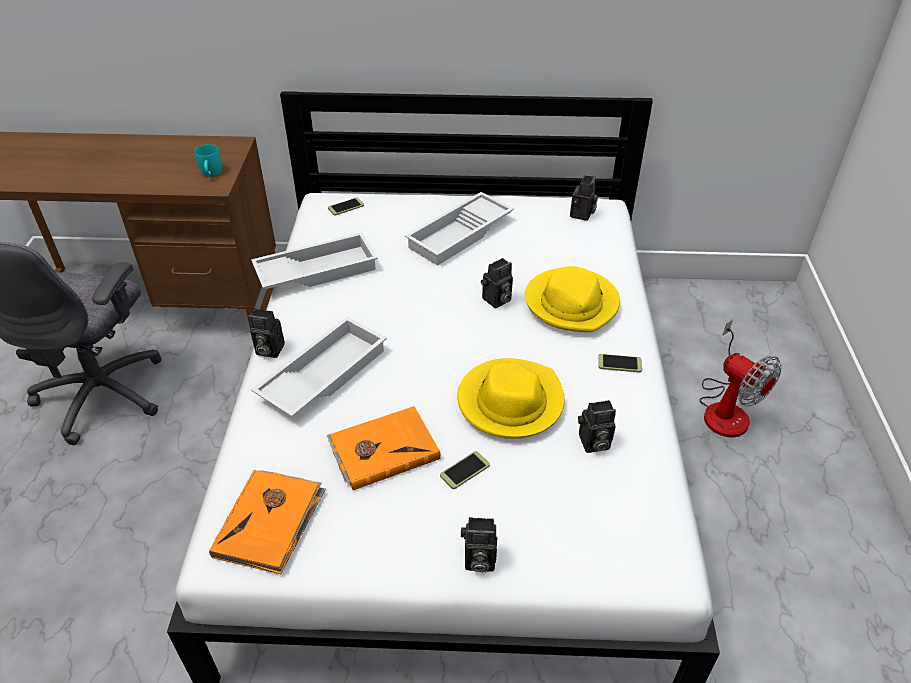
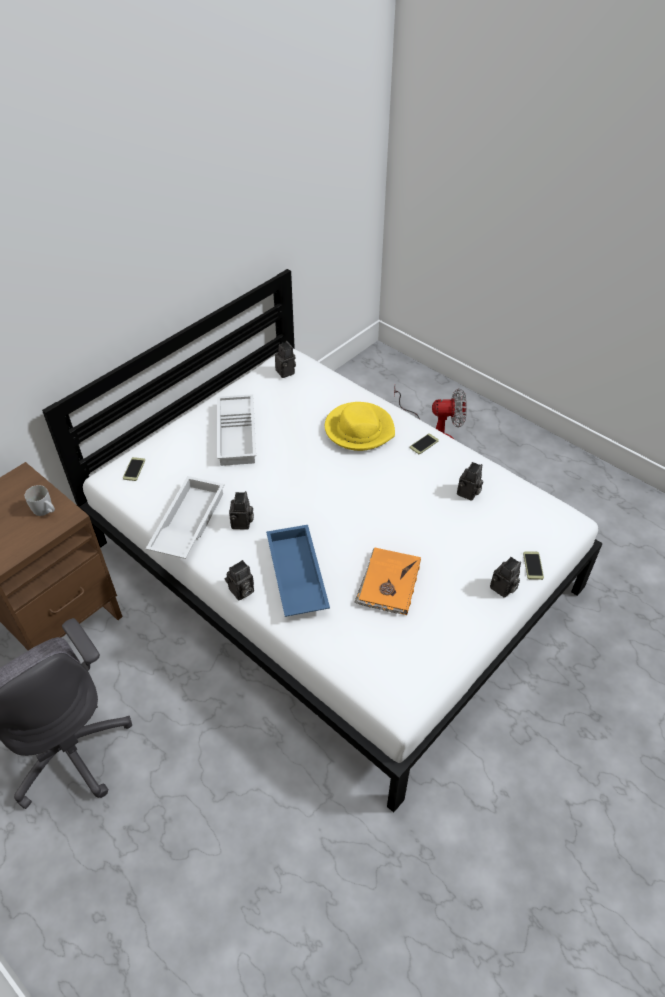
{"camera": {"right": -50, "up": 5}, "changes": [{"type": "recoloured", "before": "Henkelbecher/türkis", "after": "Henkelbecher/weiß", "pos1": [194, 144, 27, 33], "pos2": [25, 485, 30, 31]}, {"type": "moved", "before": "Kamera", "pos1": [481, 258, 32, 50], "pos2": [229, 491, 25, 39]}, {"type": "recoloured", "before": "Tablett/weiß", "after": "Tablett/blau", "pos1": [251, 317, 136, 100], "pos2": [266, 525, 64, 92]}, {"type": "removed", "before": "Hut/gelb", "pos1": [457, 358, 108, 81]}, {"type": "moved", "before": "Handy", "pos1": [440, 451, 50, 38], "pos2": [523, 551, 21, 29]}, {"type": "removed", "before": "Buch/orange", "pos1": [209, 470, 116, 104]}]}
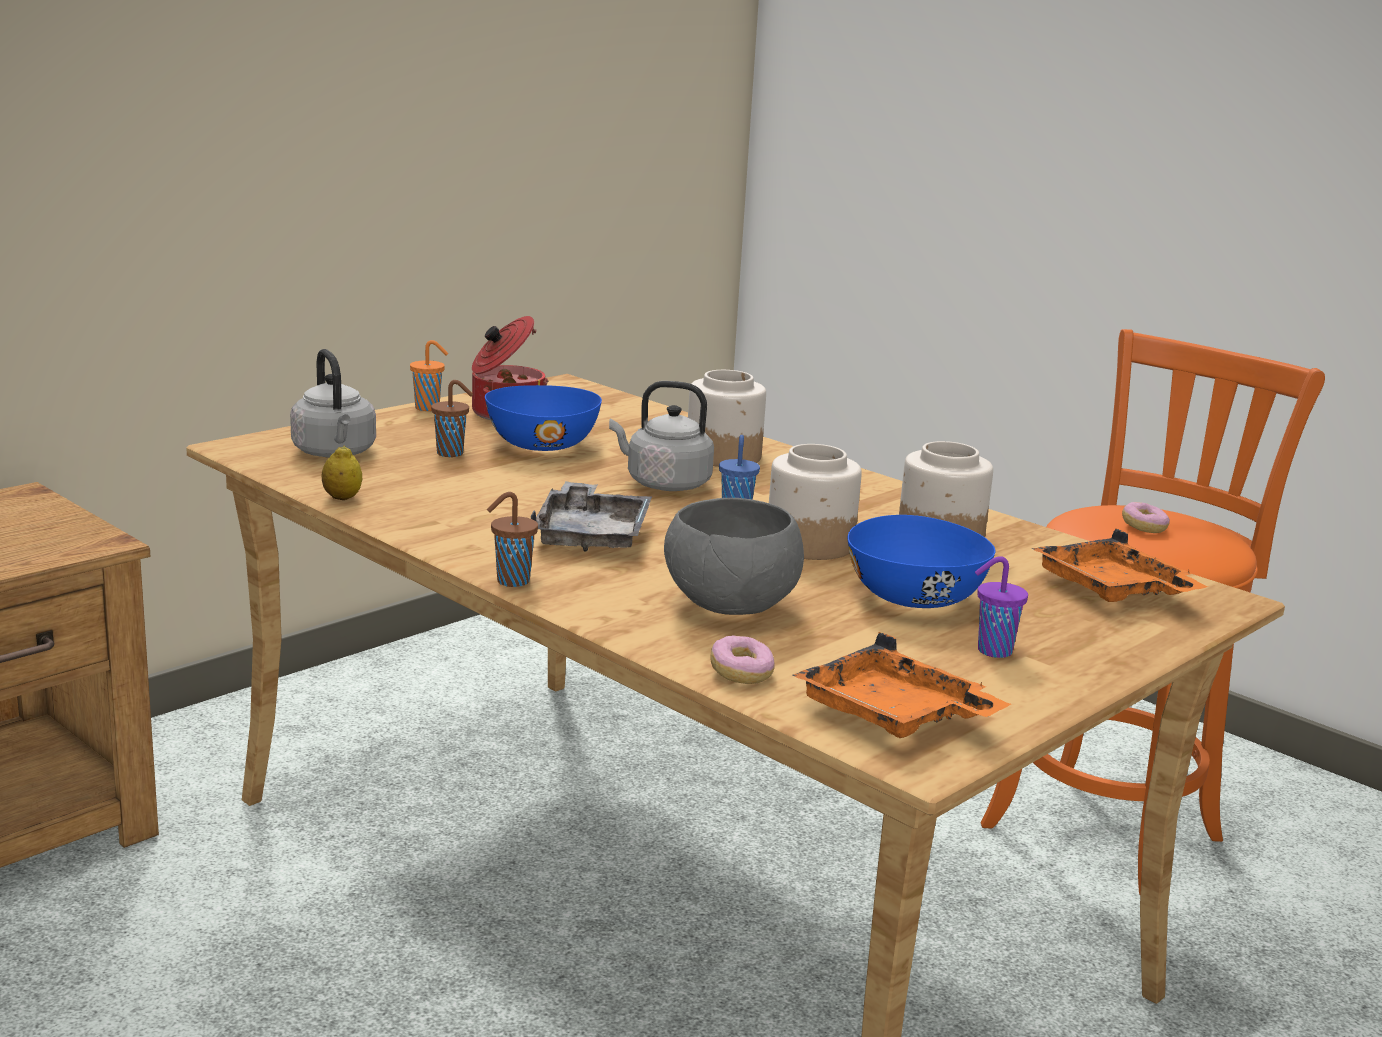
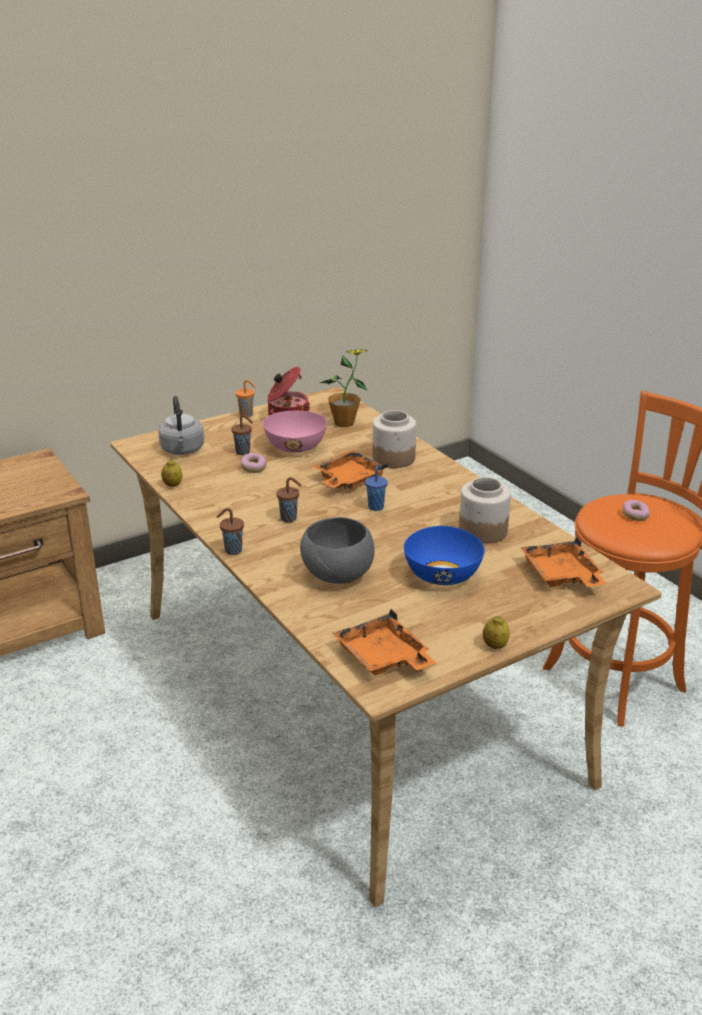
{"camera": {"right": 15, "up": 10}, "changes": [{"type": "replaced", "before": "Wasserkessel/grau", "after": "Tablett/orange", "pos1": [609, 381, 105, 110], "pos2": [313, 450, 75, 39]}, {"type": "recoloured", "before": "Schüssel/blau", "after": "Schüssel/rosa", "pos1": [485, 385, 117, 66], "pos2": [263, 411, 64, 42]}, {"type": "removed", "before": "Vorratsglas", "pos1": [769, 444, 93, 116]}, {"type": "replaced", "before": "Tablett/grau", "after": "Tasse/braun", "pos1": [531, 481, 121, 71], "pos2": [276, 477, 25, 45]}, {"type": "removed", "before": "Tasse/lila", "pos1": [975, 556, 53, 102]}, {"type": "moved", "before": "Donut", "pos1": [710, 636, 64, 48], "pos2": [241, 453, 25, 20]}, {"type": "added", "after": "Topfpflanze", "pos2": [320, 349, 49, 78]}, {"type": "added", "after": "Zitrone", "pos2": [483, 616, 27, 33]}]}
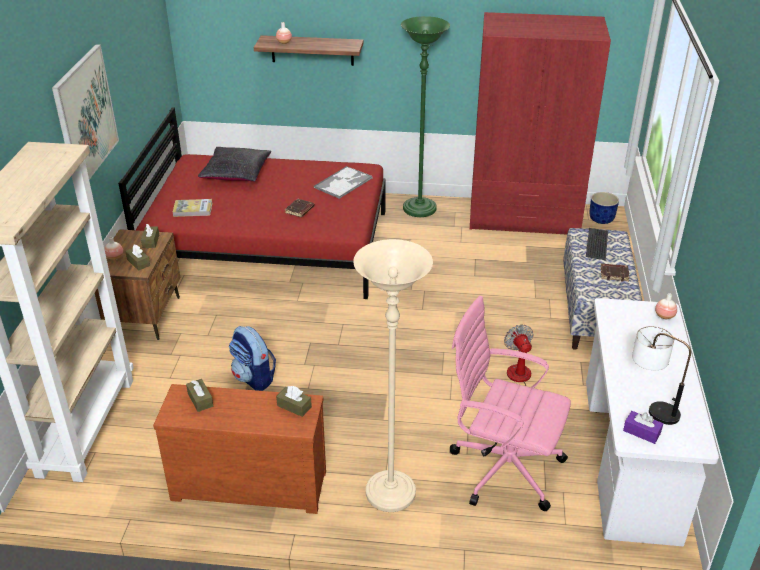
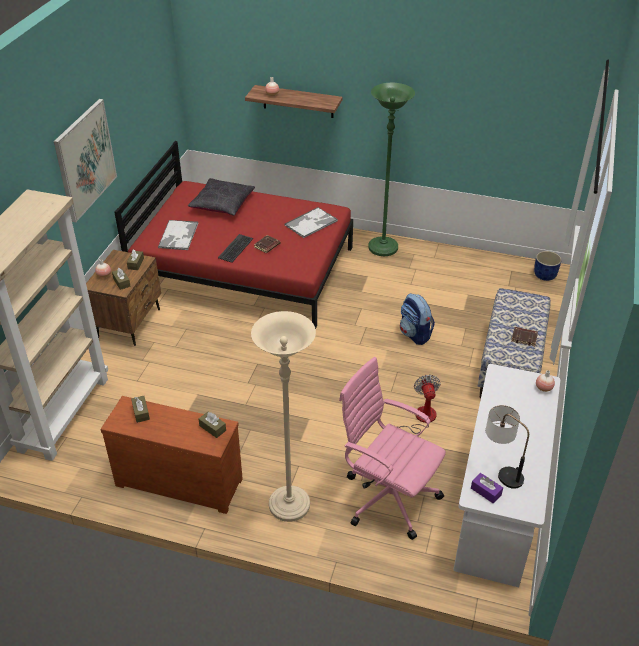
{"camera": {"right": 10, "up": 5}, "changes": [{"type": "removed", "before": "Kleiderschrank/rot", "pos1": [470, 12, 141, 223]}, {"type": "replaced", "before": "Buch", "after": "Tablett", "pos1": [173, 199, 39, 18], "pos2": [158, 220, 40, 30]}, {"type": "moved", "before": "Tastatur", "pos1": [586, 228, 22, 32], "pos2": [218, 234, 35, 29]}, {"type": "moved", "before": "Rucksack", "pos1": [229, 326, 47, 65], "pos2": [400, 293, 35, 52]}]}
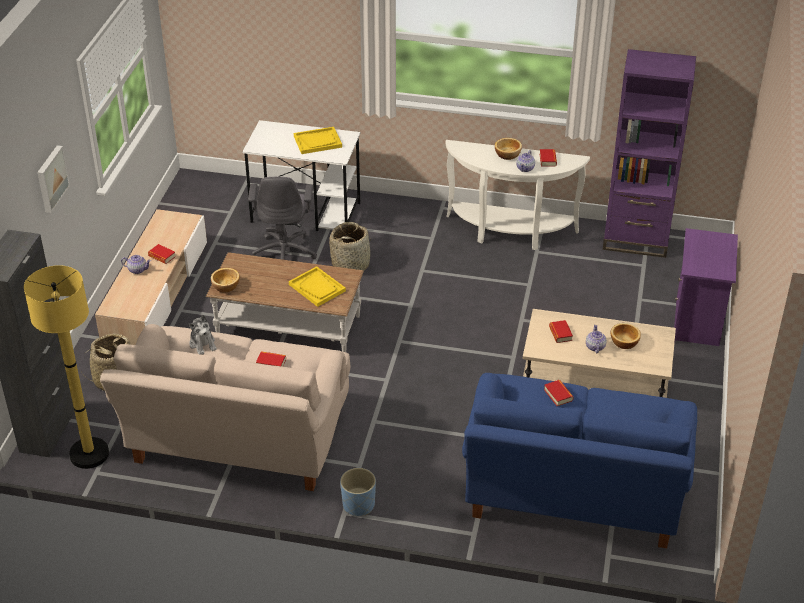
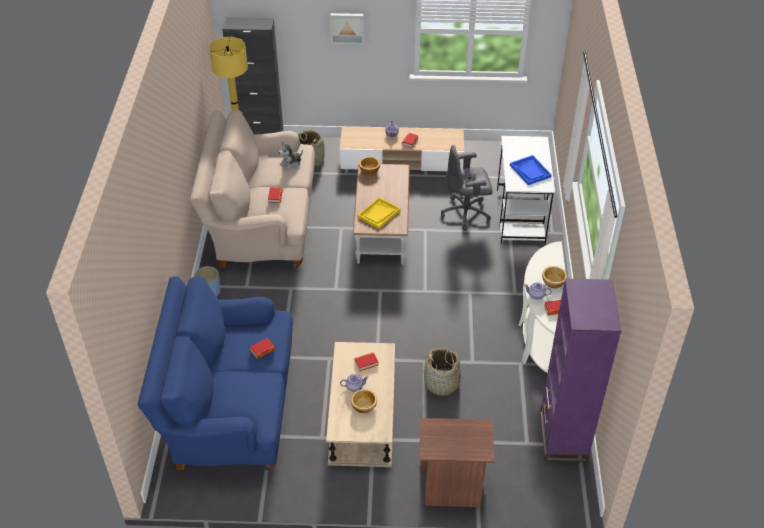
{"camera": {"right": 80, "up": 5}, "changes": [{"type": "recoloured", "before": "Tablett/gelb", "after": "Tablett/blau", "pos1": [294, 127, 48, 27], "pos2": [510, 155, 42, 30]}, {"type": "moved", "before": "Korb", "pos1": [329, 222, 42, 49], "pos2": [422, 348, 44, 48]}, {"type": "recoloured", "before": "Nachttisch/lila", "after": "Nachttisch/braun", "pos1": [674, 228, 64, 118], "pos2": [420, 418, 75, 89]}]}
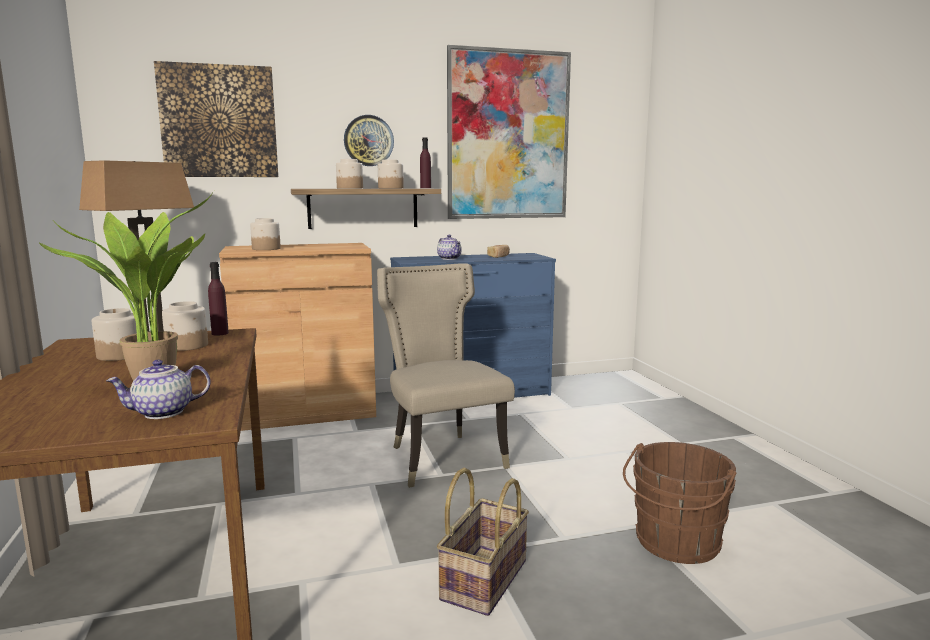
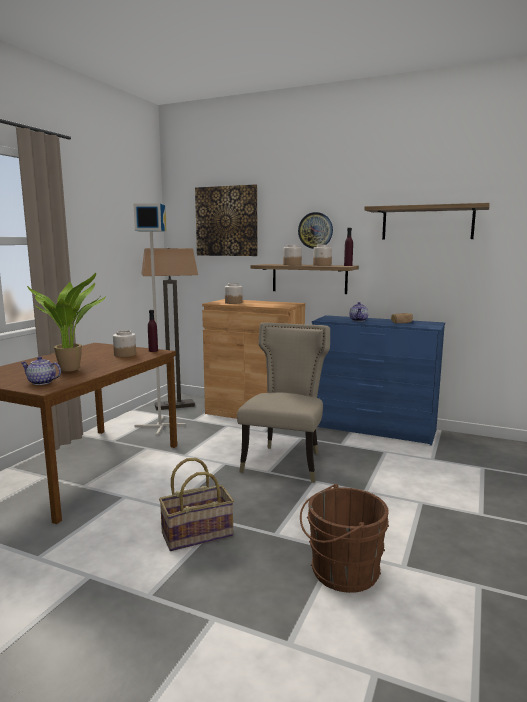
{"camera": {"right": 40, "up": 0}, "changes": [{"type": "replaced", "before": "Bild", "after": "Wandregal", "pos1": [447, 45, 124, 174], "pos2": [364, 203, 126, 36]}, {"type": "removed", "before": "Vorratsglas", "pos1": [92, 308, 45, 53]}, {"type": "added", "after": "Stehlampe/grau", "pos2": [133, 203, 53, 233]}]}
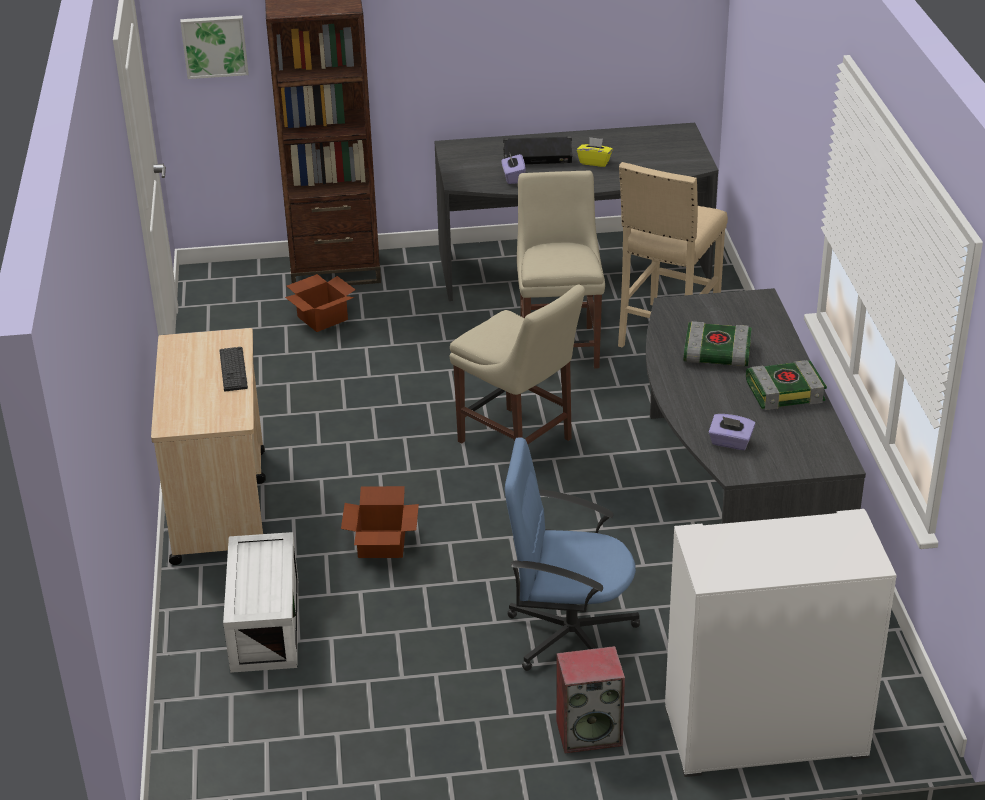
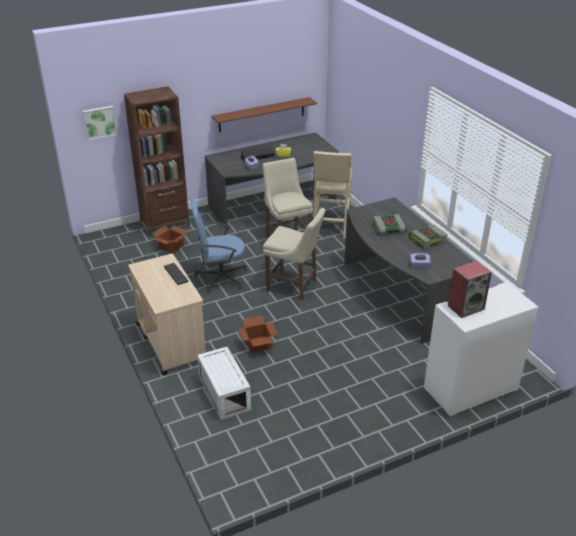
{"camera": {"right": -20, "up": 0}, "changes": [{"type": "moved", "before": "Bürostuhl/blau", "pos1": [505, 438, 135, 233], "pos2": [191, 199, 56, 93]}, {"type": "moved", "before": "Lautsprecher", "pos1": [556, 646, 69, 107], "pos2": [448, 261, 44, 57]}, {"type": "added", "after": "Wandregal/braun", "pos2": [212, 97, 105, 35]}]}
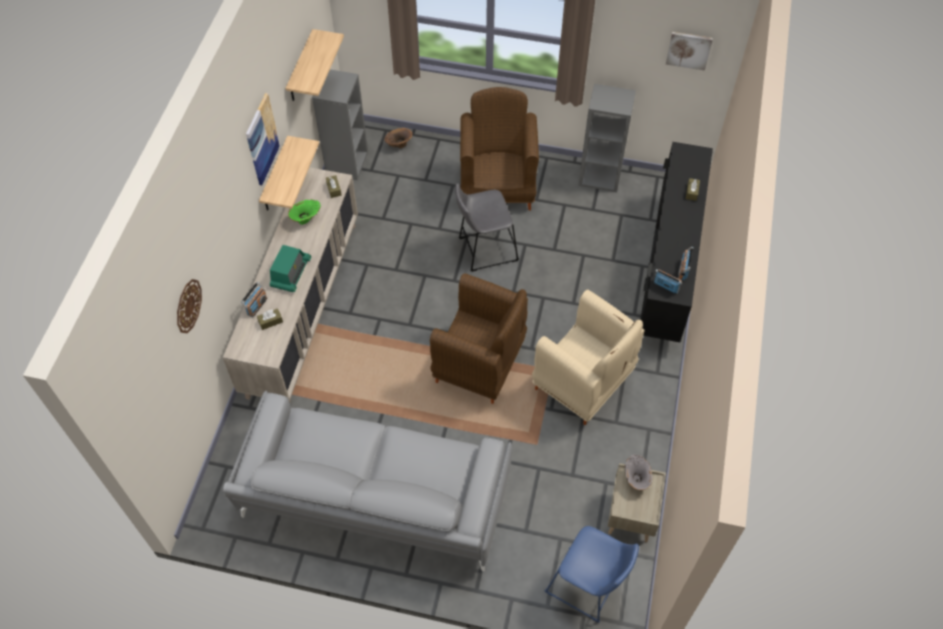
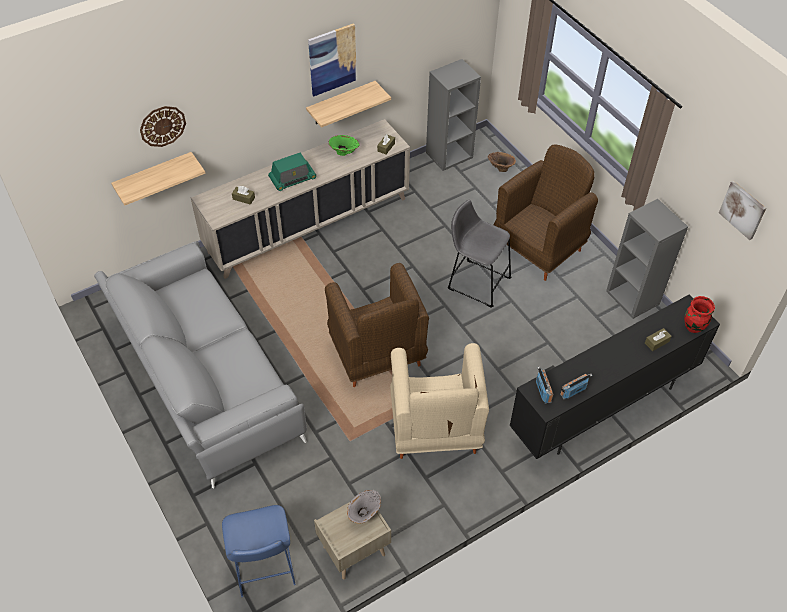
{"camera": {"right": 45, "up": -5}, "changes": [{"type": "moved", "before": "Wandregal", "pos1": [286, 29, 58, 72], "pos2": [111, 152, 94, 54]}, {"type": "removed", "before": "Radio", "pos1": [241, 282, 26, 35]}, {"type": "added", "after": "Vase/rot", "pos2": [684, 296, 31, 37]}]}
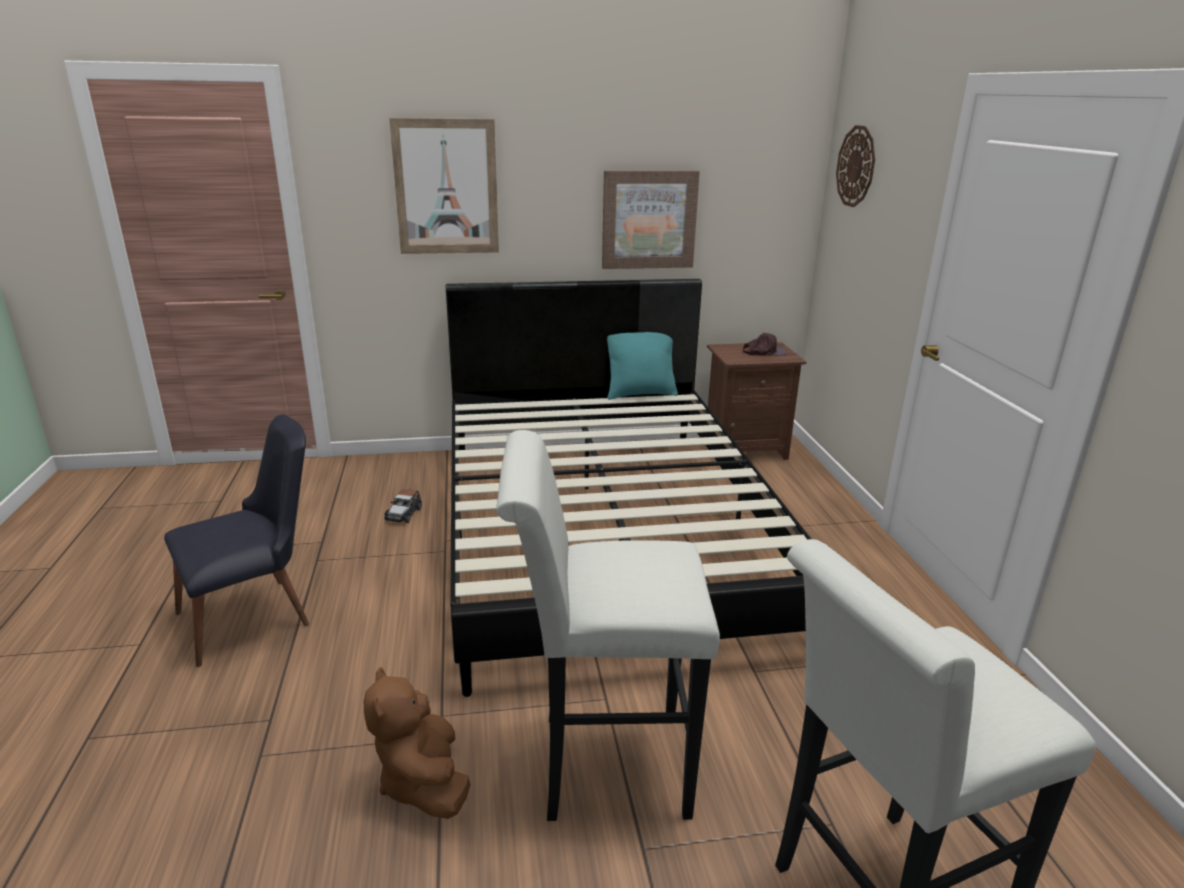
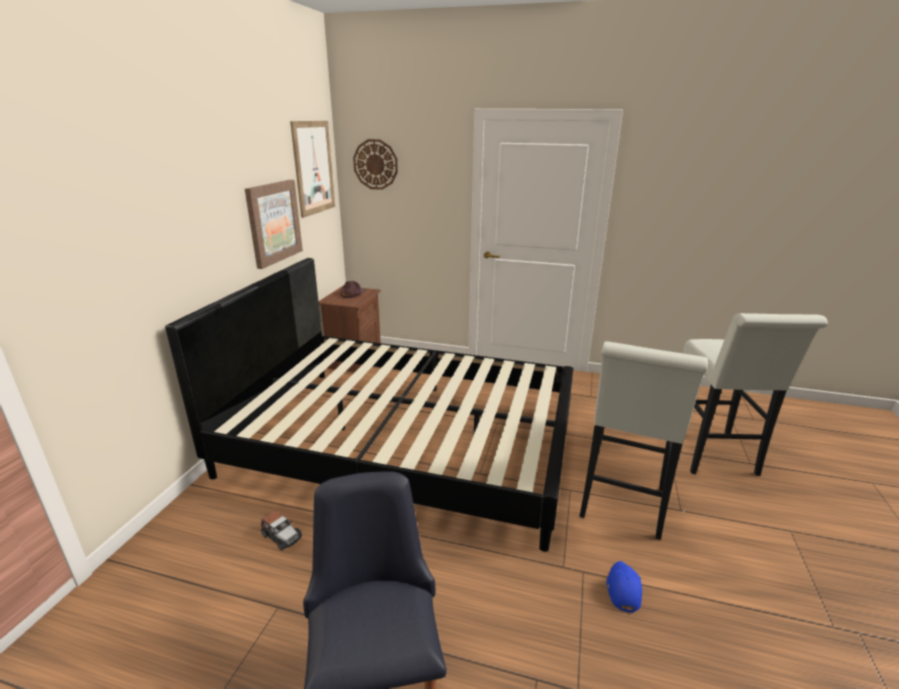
{"camera": {"right": -65, "up": 0}, "changes": [{"type": "moved", "before": "Bild", "pos1": [389, 118, 110, 136], "pos2": [290, 121, 45, 97]}, {"type": "removed", "before": "Kissen/türkis", "pos1": [607, 332, 71, 68]}, {"type": "replaced", "before": "Plüschtier/braun", "after": "Kappe/blau", "pos1": [364, 667, 107, 152], "pos2": [606, 561, 36, 52]}]}
